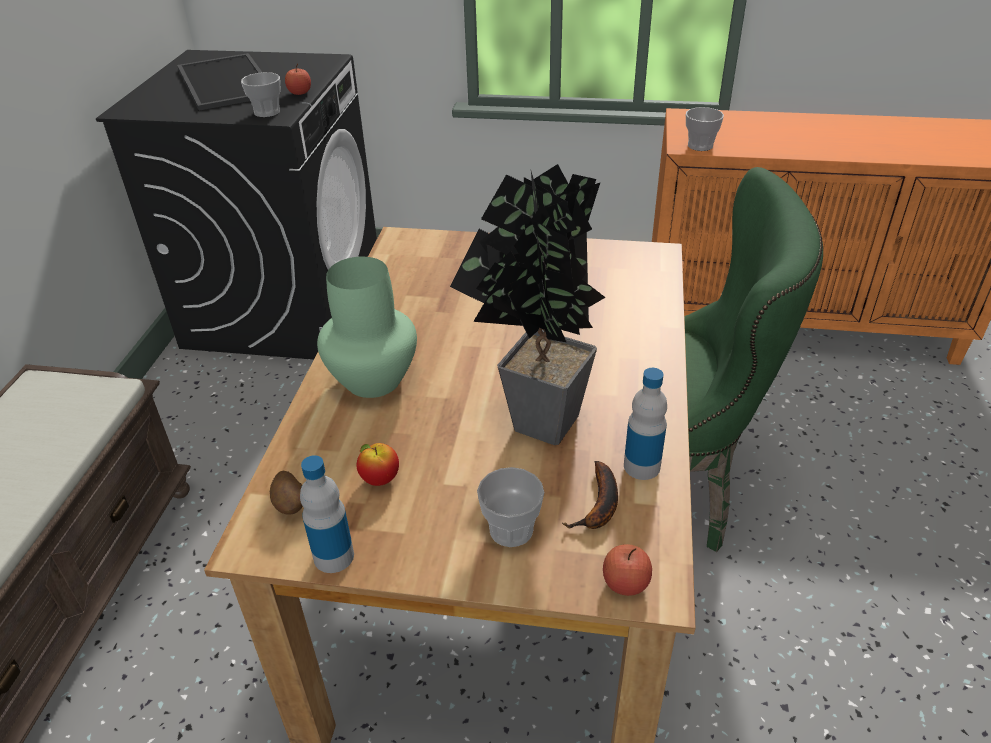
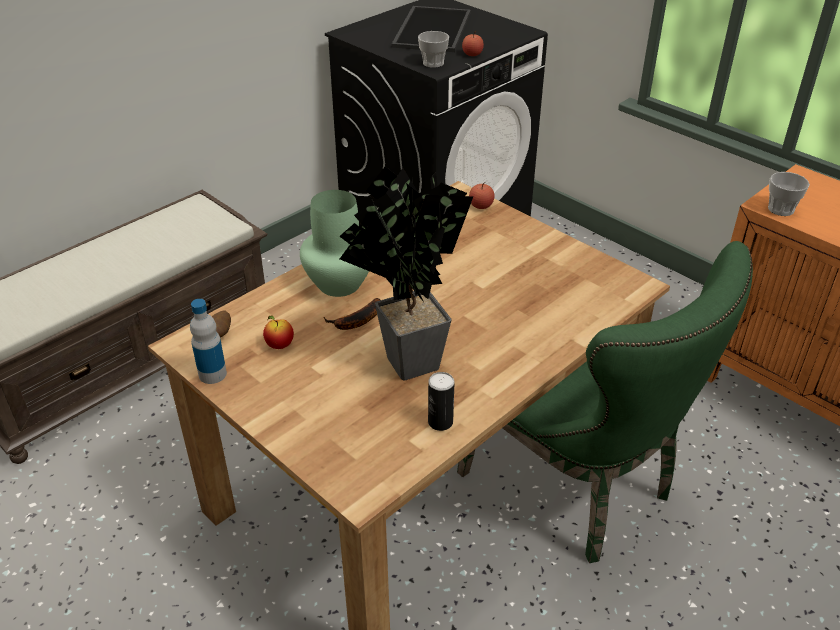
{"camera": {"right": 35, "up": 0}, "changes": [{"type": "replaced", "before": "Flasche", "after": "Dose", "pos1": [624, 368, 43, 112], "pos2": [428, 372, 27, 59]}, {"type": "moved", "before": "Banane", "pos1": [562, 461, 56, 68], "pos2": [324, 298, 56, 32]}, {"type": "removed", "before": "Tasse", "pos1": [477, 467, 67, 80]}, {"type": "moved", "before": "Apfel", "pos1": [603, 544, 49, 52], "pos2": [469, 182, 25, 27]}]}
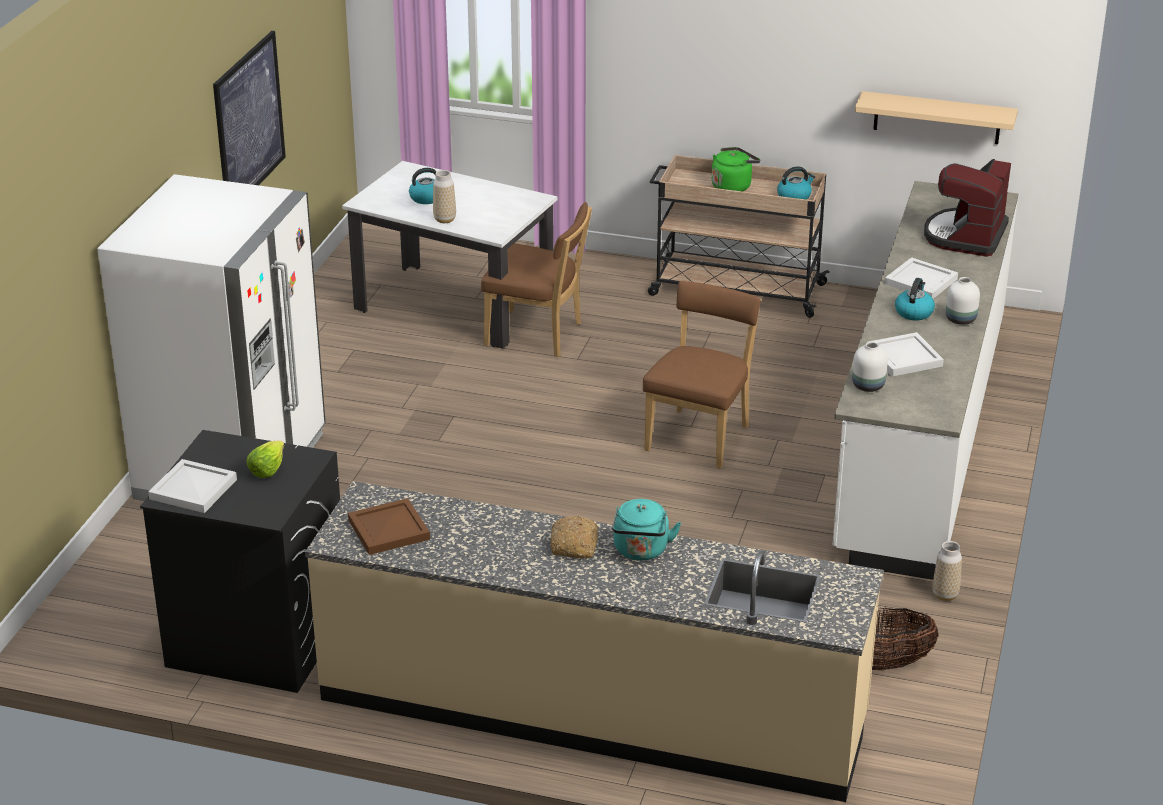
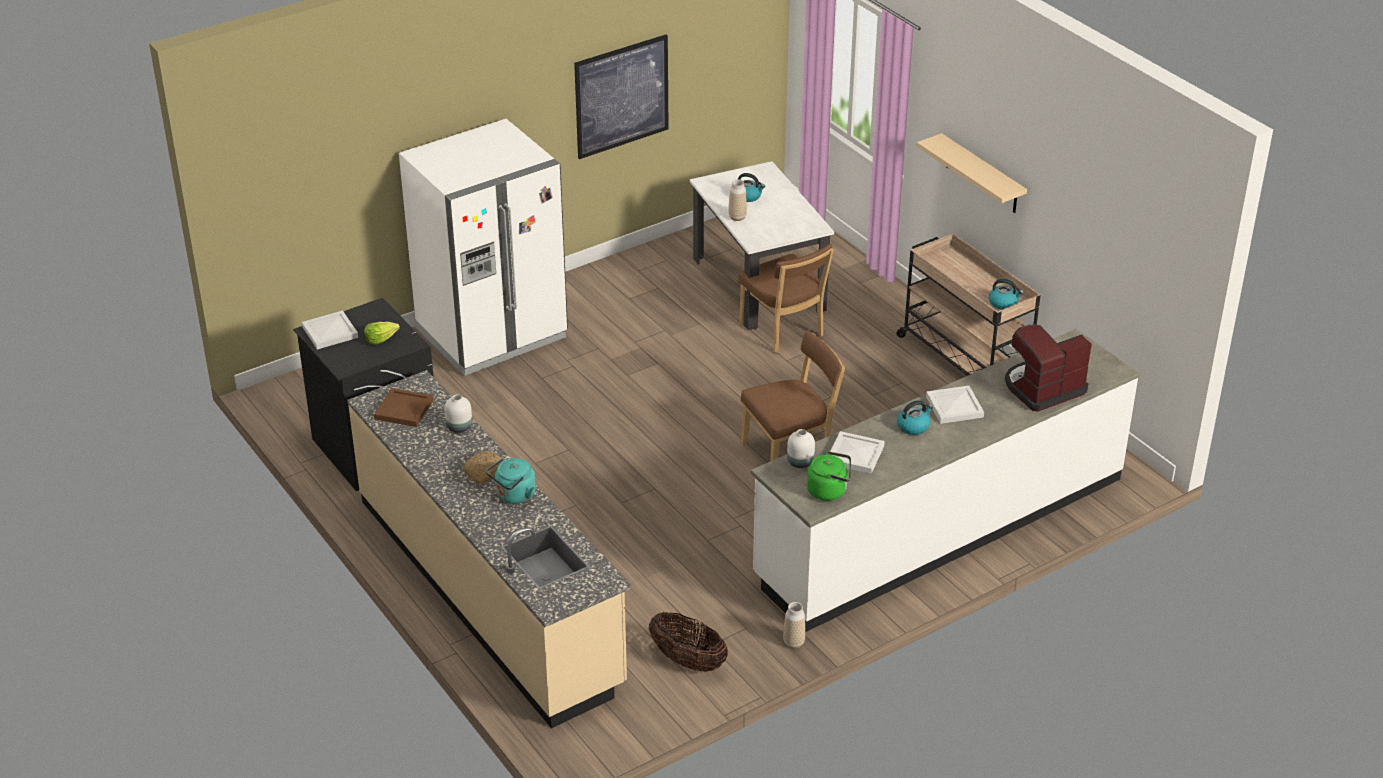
{"camera": {"right": 40, "up": 5}, "changes": [{"type": "moved", "before": "Wandregal/beige", "pos1": [855, 91, 163, 53], "pos2": [917, 133, 110, 80]}, {"type": "moved", "before": "Wasserkessel/grün", "pos1": [712, 147, 48, 45], "pos2": [807, 451, 44, 50]}, {"type": "moved", "before": "Vase/weiß", "pos1": [946, 277, 34, 48], "pos2": [444, 394, 28, 39]}]}
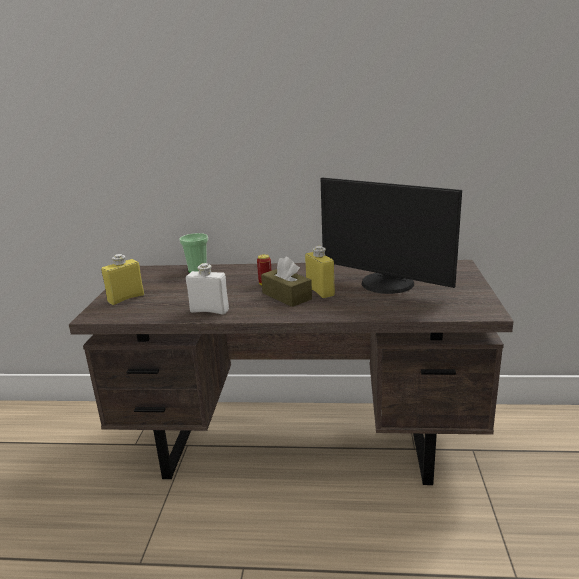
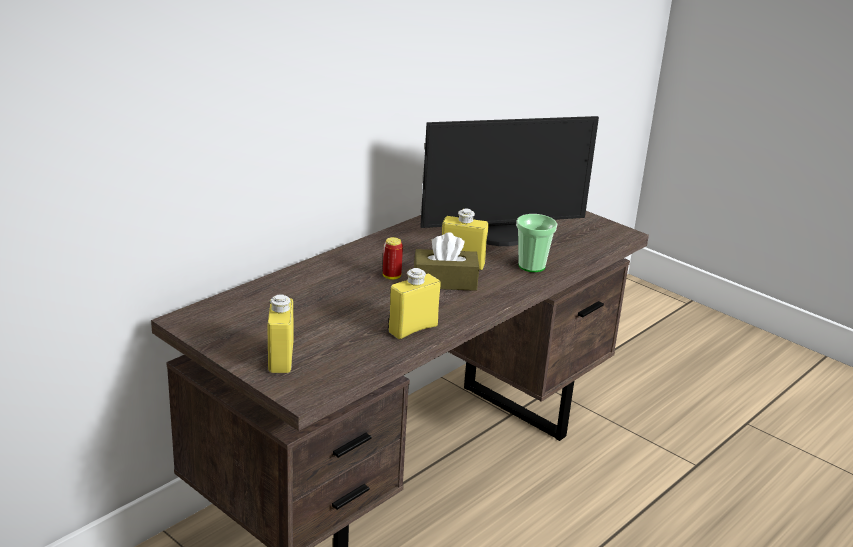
{"camera": {"right": -55, "up": 5}, "changes": [{"type": "moved", "before": "Tasse", "pos1": [179, 233, 29, 39], "pos2": [516, 214, 41, 58]}, {"type": "recoloured", "before": "Flasche/weiß", "after": "Flasche/gelb", "pos1": [186, 263, 43, 52], "pos2": [389, 268, 51, 71]}]}
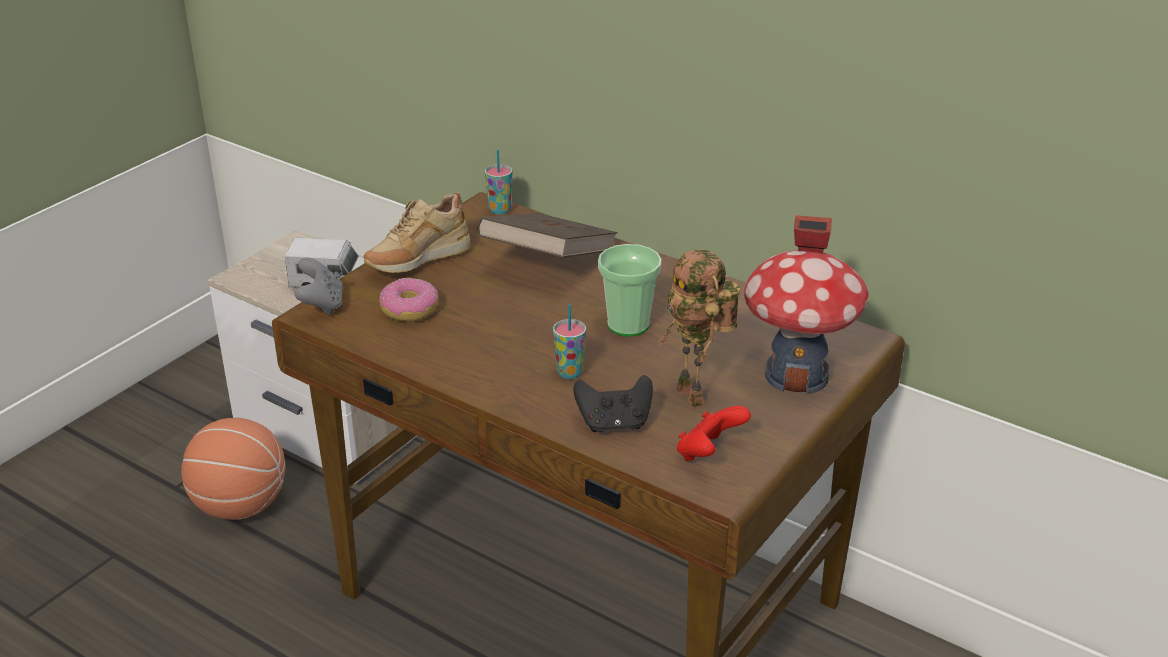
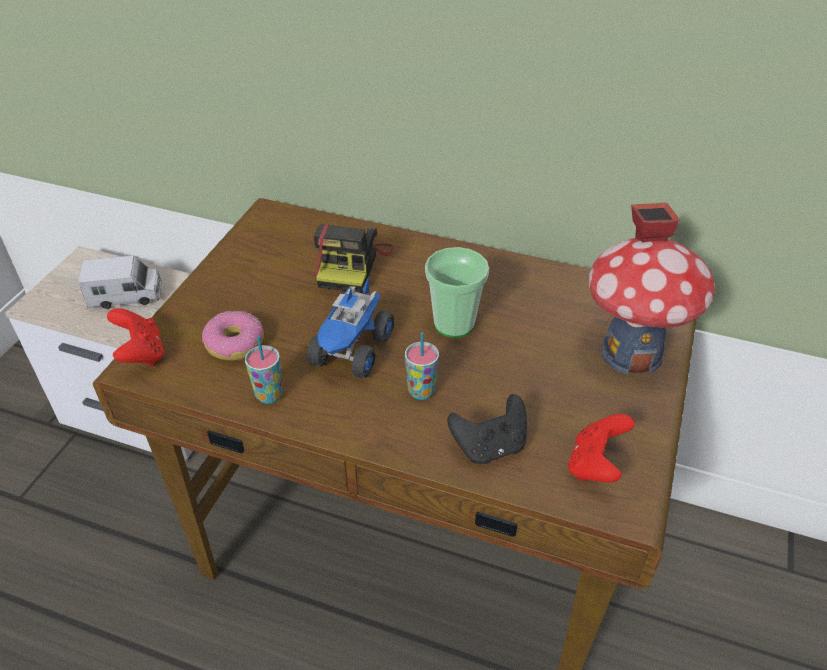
{"camera": {"right": -15, "up": 10}, "changes": [{"type": "moved", "before": "Tasse", "pos1": [485, 150, 27, 65], "pos2": [245, 336, 38, 68]}, {"type": "removed", "before": "Schuh/beige", "pos1": [363, 192, 107, 81]}, {"type": "replaced", "before": "Buch/braun", "after": "Kamera", "pos1": [477, 213, 141, 45], "pos2": [314, 224, 80, 69]}, {"type": "removed", "before": "Spielzeugroboter", "pos1": [656, 250, 84, 158]}, {"type": "recoloured", "before": "Gamepad/grau", "after": "Gamepad/rot", "pos1": [294, 258, 49, 57], "pos2": [107, 308, 57, 58]}, {"type": "removed", "before": "Basketball", "pos1": [181, 418, 105, 102]}, {"type": "added", "after": "Spielzeuglaster", "pos2": [307, 276, 87, 102]}]}
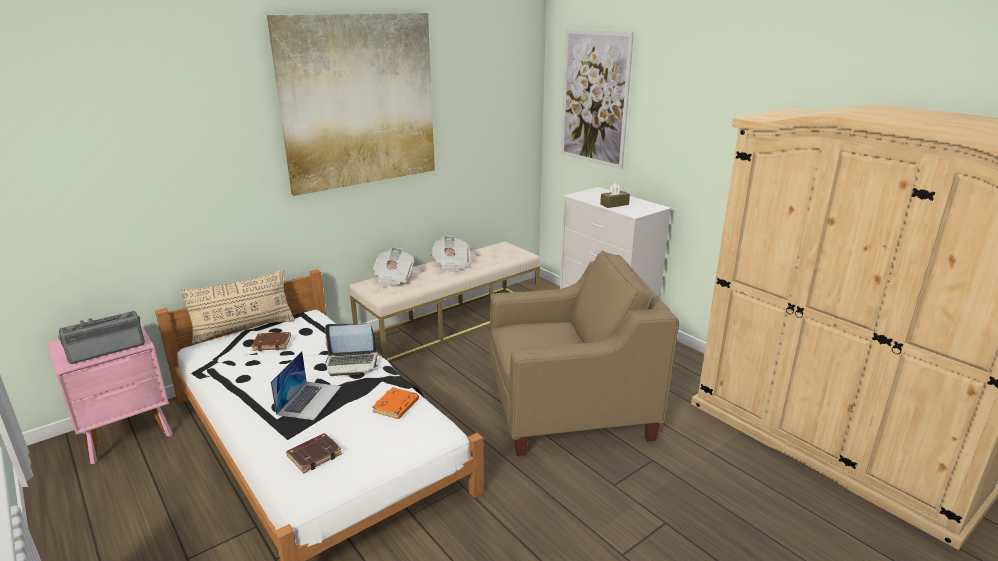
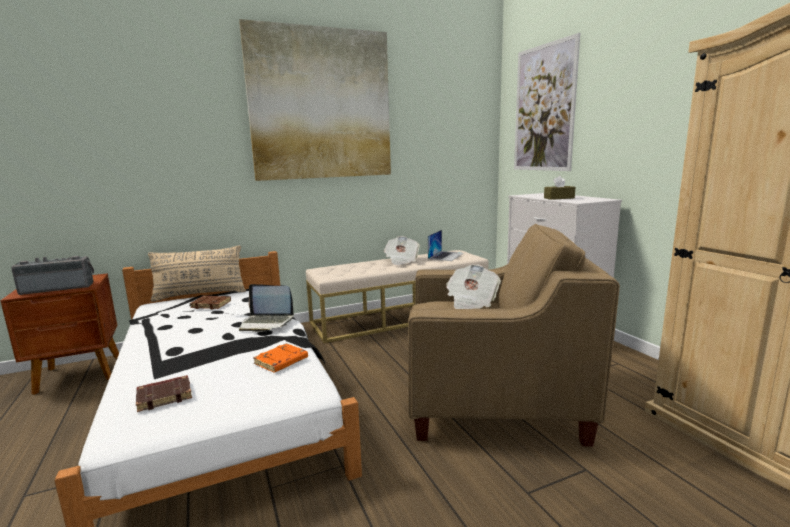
{"camera": {"right": 15, "up": -10}, "changes": [{"type": "moved", "before": "Zeitung", "pos1": [372, 247, 42, 40], "pos2": [446, 264, 55, 45]}, {"type": "recoloured", "before": "Nachttisch/rosa", "after": "Nachttisch/braun", "pos1": [48, 323, 125, 141], "pos2": [1, 273, 118, 122]}, {"type": "moved", "before": "Laptop", "pos1": [271, 351, 70, 69], "pos2": [428, 230, 36, 31]}]}
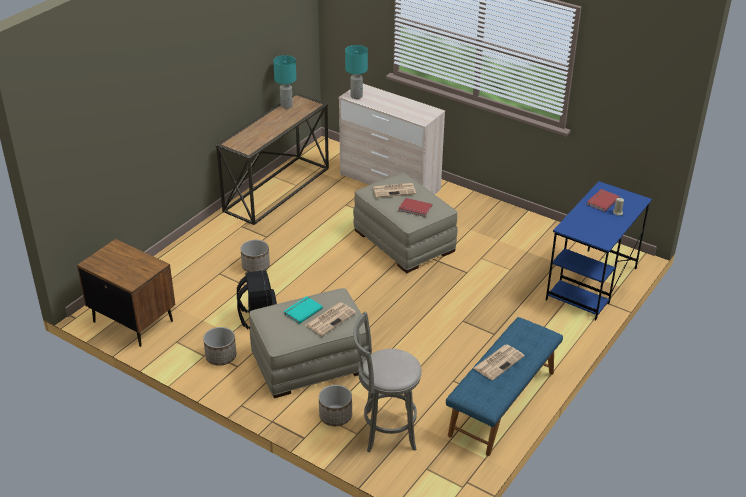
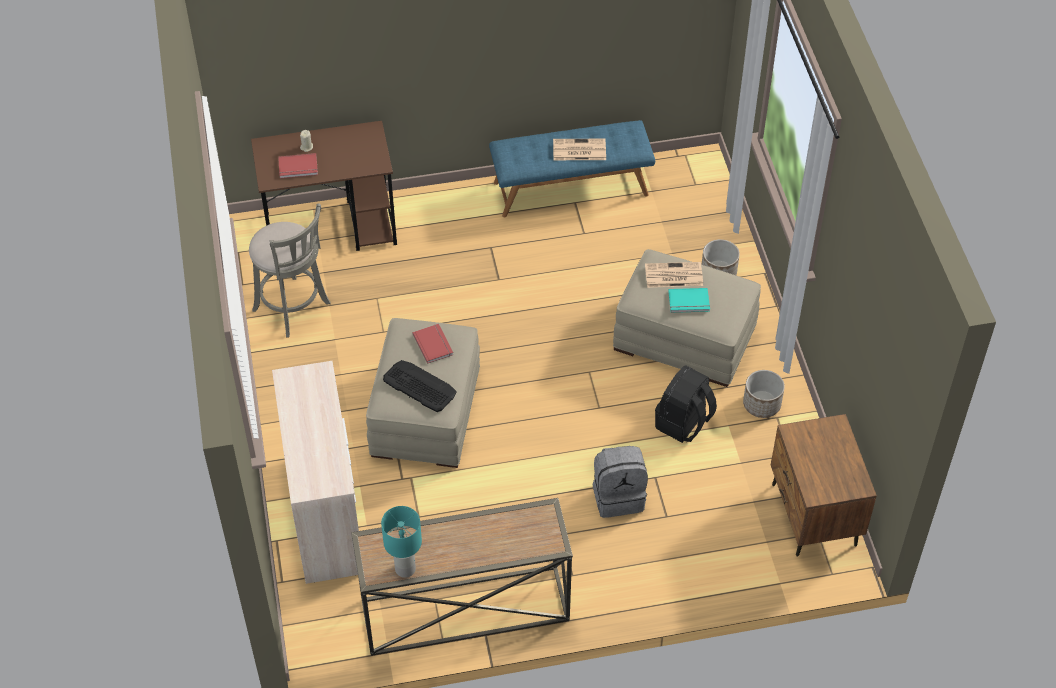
{"camera": {"right": -135, "up": 15}, "changes": [{"type": "removed", "before": "Tischlampe/türkis", "pos1": [345, 45, 23, 54]}, {"type": "recoloured", "before": "Schreibtisch/blau", "after": "Schreibtisch/braun", "pos1": [546, 181, 106, 139], "pos2": [251, 121, 146, 130]}, {"type": "replaced", "before": "Zeitung", "after": "Tastatur", "pos1": [373, 183, 43, 15], "pos2": [383, 360, 74, 52]}, {"type": "replaced", "before": "Pflanzkübel", "after": "Rucksack/grau", "pos1": [240, 240, 30, 32], "pos2": [592, 446, 56, 72]}, {"type": "moved", "before": "Hocker/grau", "pos1": [353, 311, 69, 141], "pos2": [249, 204, 81, 133]}]}
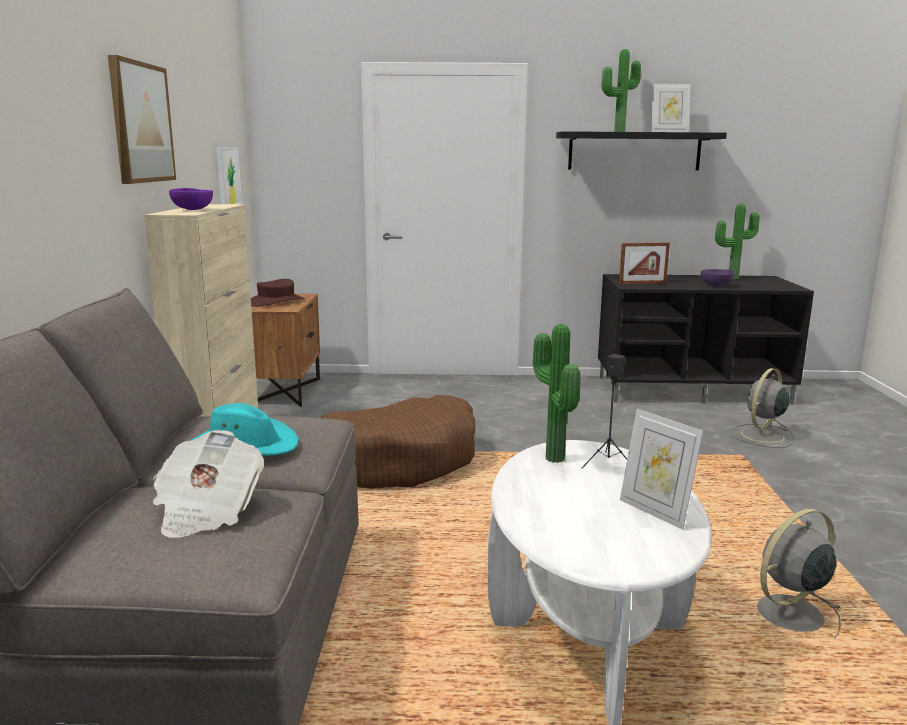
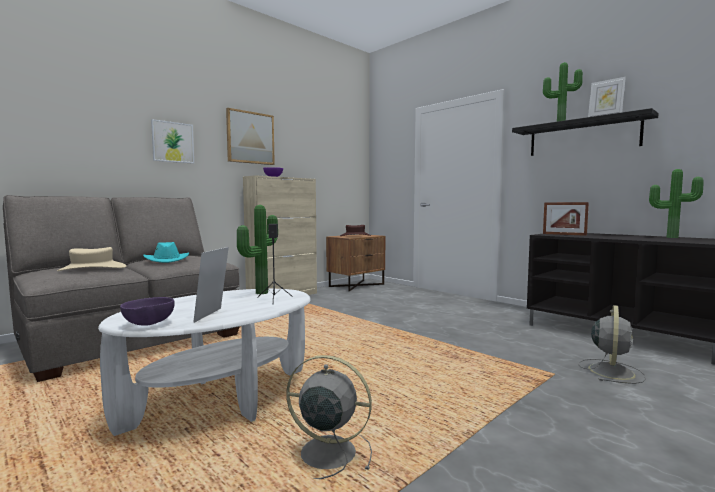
{"camera": {"right": 45, "up": -10}, "changes": [{"type": "moved", "before": "Bild", "pos1": [217, 147, 25, 57], "pos2": [151, 119, 43, 45]}, {"type": "moved", "before": "Schüssel/lila", "pos1": [701, 269, 34, 18], "pos2": [120, 297, 55, 29]}, {"type": "turned", "before": "Ventilator/grau", "pos1": [730, 368, 63, 80], "pos2": [578, 305, 68, 79], "turn": 120}, {"type": "removed", "before": "Hundebett/braun", "pos1": [320, 395, 155, 94]}, {"type": "replaced", "before": "Zeitung", "after": "Hut/beige", "pos1": [152, 430, 113, 108], "pos2": [57, 247, 69, 24]}]}
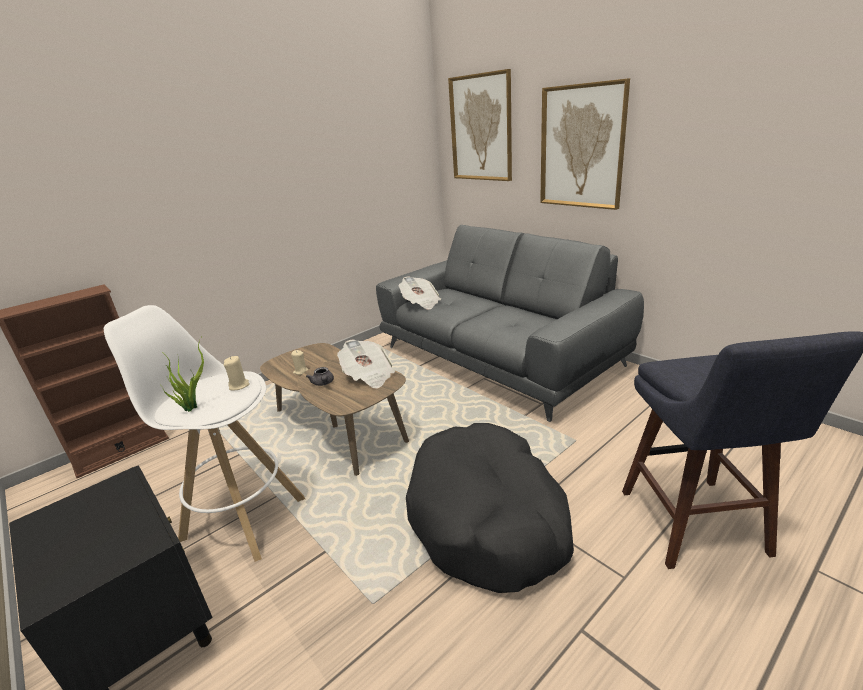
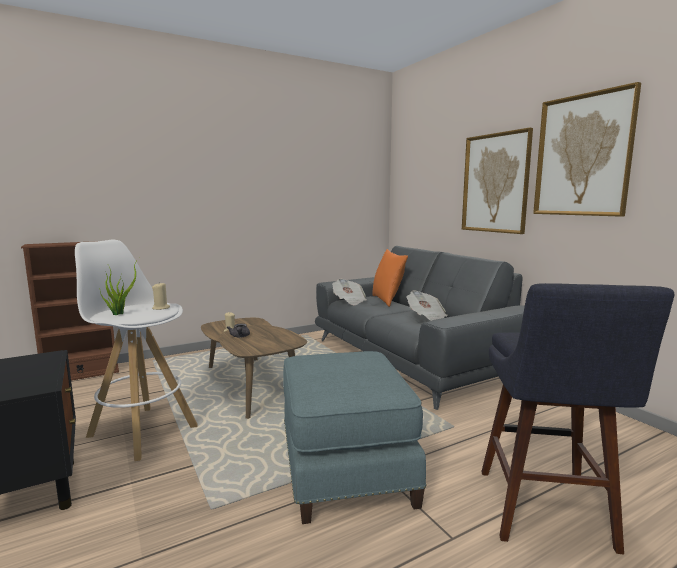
{"camera": {"right": 10, "up": -15}, "changes": [{"type": "moved", "before": "Bild", "pos1": [448, 69, 64, 112], "pos2": [533, 82, 108, 135]}, {"type": "moved", "before": "Zeitung", "pos1": [337, 339, 58, 49], "pos2": [406, 290, 42, 31]}, {"type": "replaced", "before": "Hundebett/schwarz", "after": "Polsterhocker/blau", "pos1": [406, 423, 168, 170], "pos2": [283, 351, 143, 173]}, {"type": "added", "after": "Kissen/orange", "pos2": [372, 249, 36, 58]}]}
